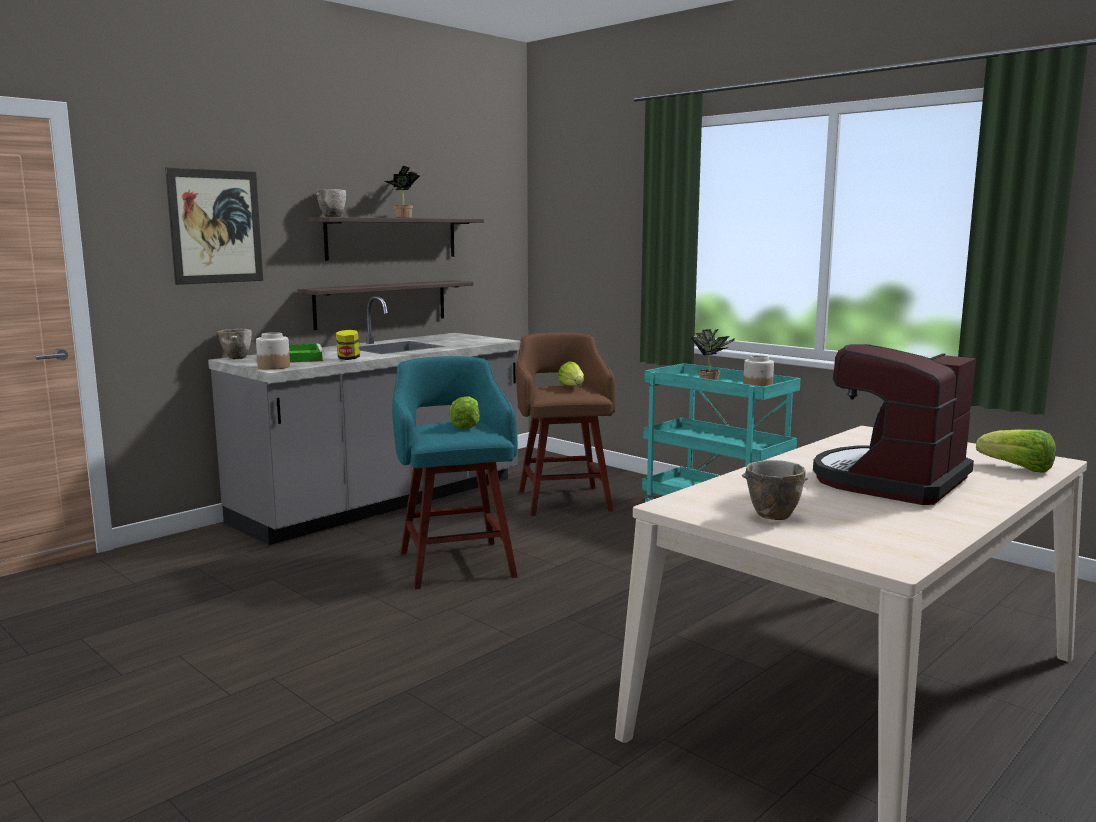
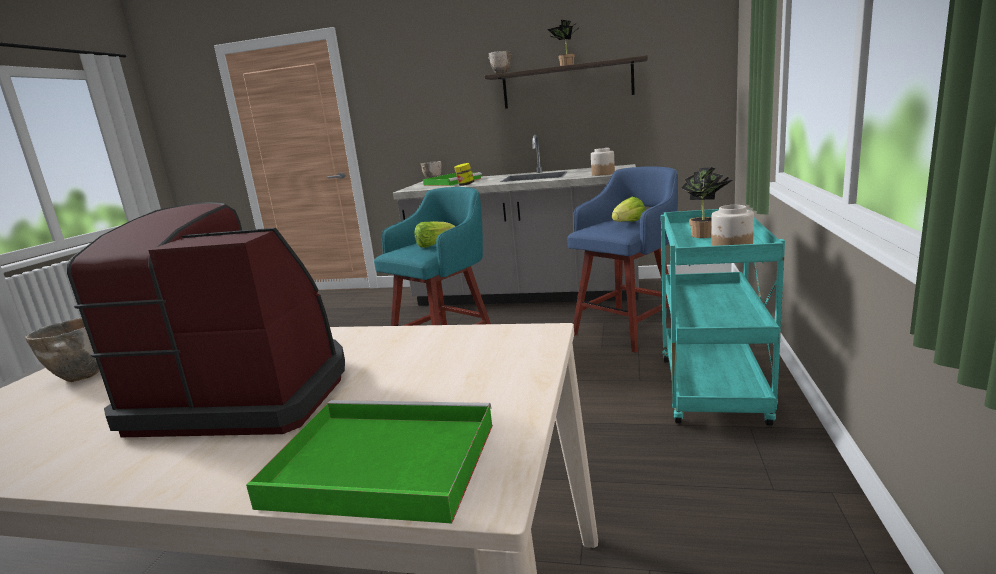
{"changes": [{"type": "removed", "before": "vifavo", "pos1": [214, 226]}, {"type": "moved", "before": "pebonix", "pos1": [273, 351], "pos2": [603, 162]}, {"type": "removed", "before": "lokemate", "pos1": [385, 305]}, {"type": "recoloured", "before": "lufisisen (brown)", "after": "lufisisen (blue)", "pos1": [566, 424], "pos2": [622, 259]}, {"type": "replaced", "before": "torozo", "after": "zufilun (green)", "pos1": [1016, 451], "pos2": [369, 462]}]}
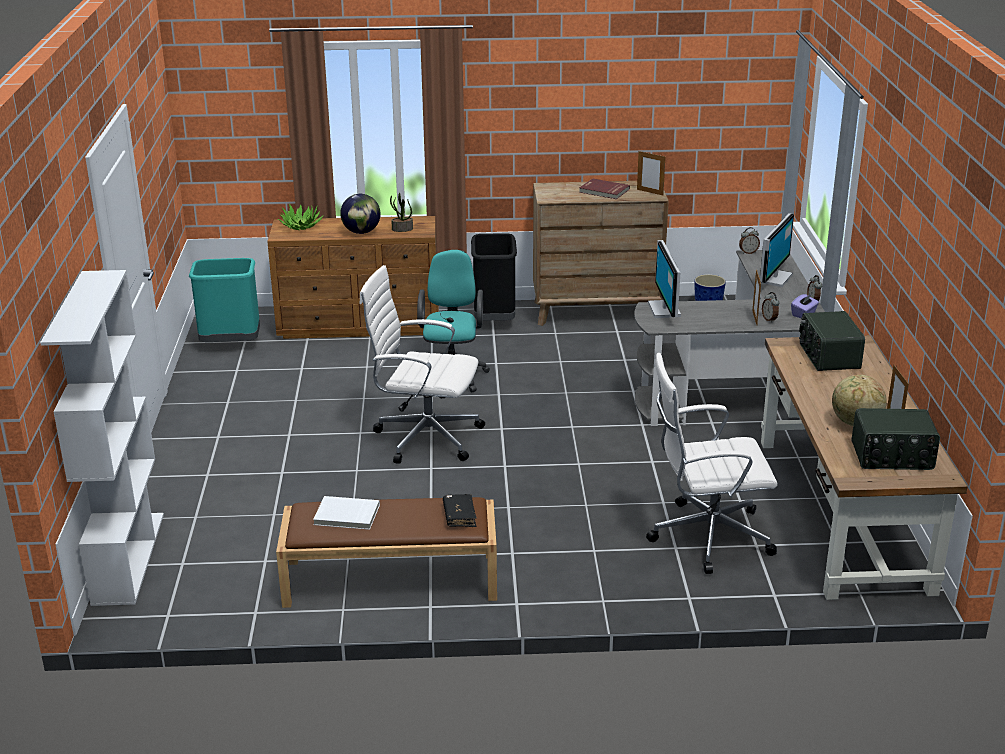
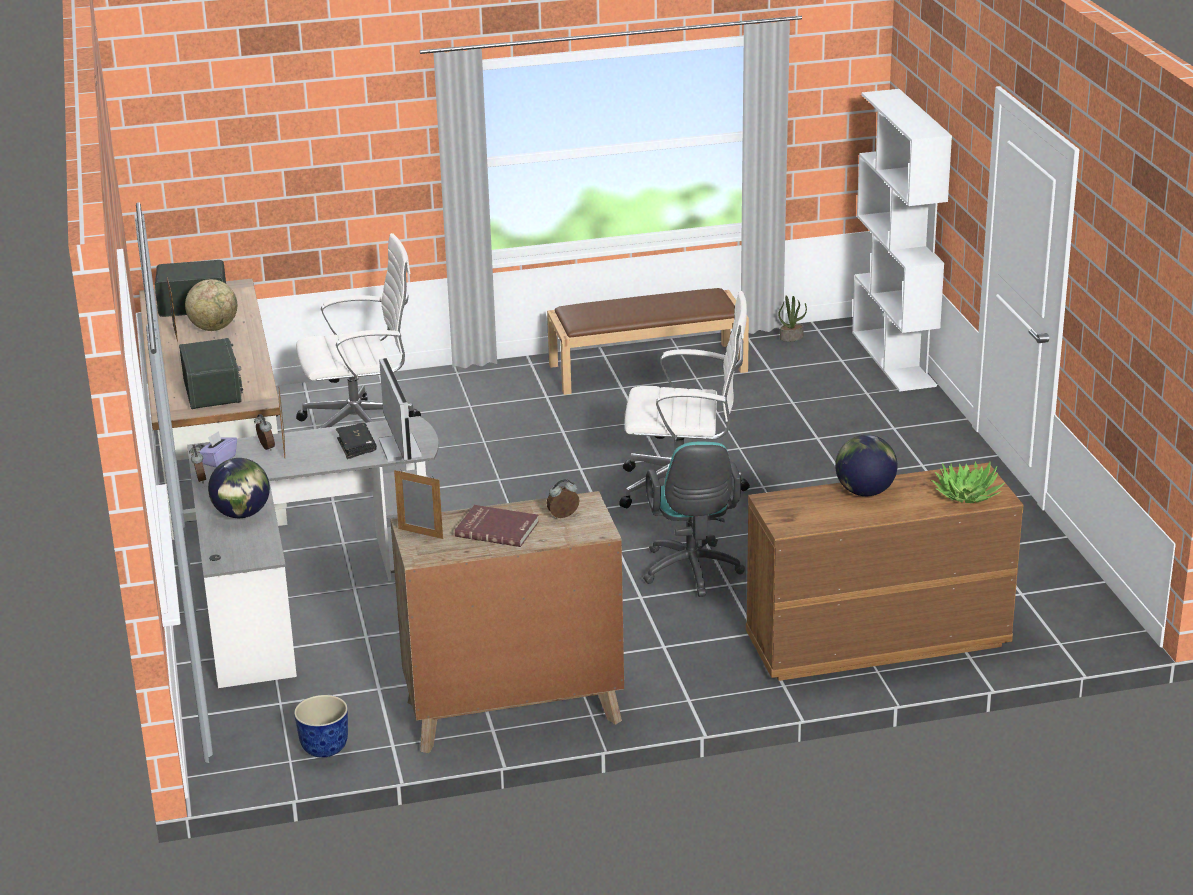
{"changes": [{"type": "removed", "before": "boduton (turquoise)", "pos1": [224, 300]}, {"type": "removed", "before": "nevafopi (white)", "pos1": [346, 513]}, {"type": "moved", "before": "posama", "pos1": [401, 212], "pos2": [792, 318]}, {"type": "moved", "before": "nevafopi (black)", "pos1": [460, 510], "pos2": [356, 441]}, {"type": "removed", "before": "boduton (black)", "pos1": [494, 277]}, {"type": "moved", "before": "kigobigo", "pos1": [749, 240], "pos2": [562, 498]}, {"type": "replaced", "before": "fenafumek", "after": "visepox", "pos1": [777, 250], "pos2": [239, 488]}]}
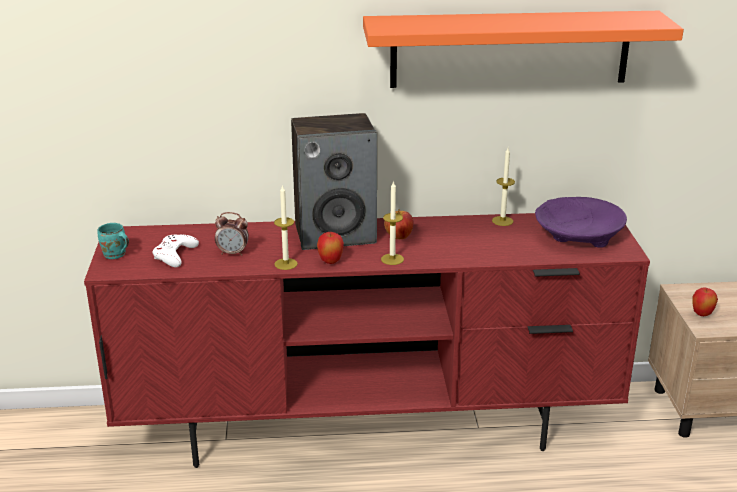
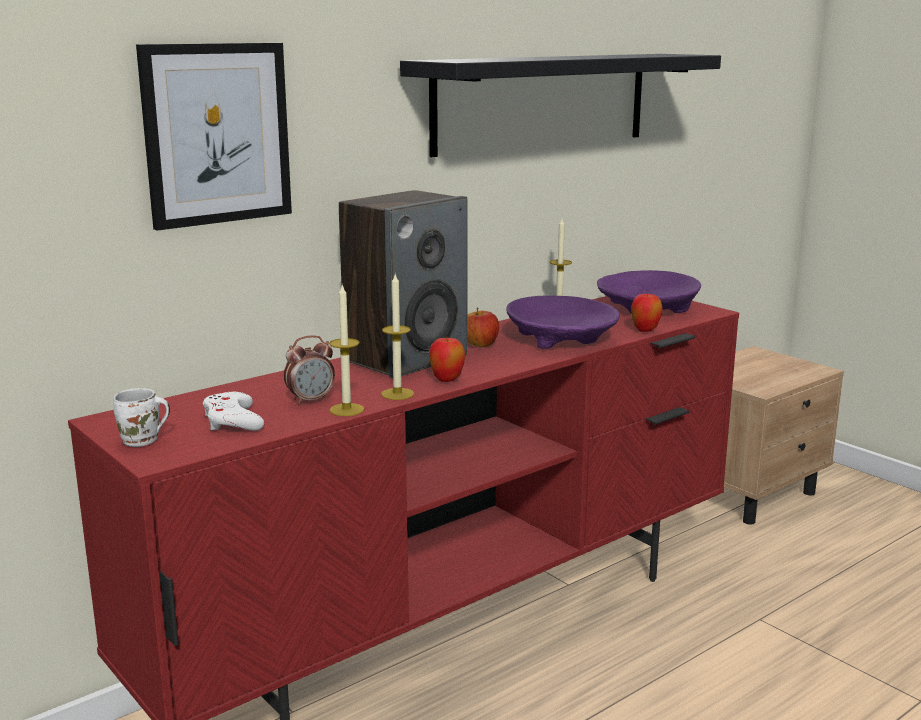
{"changes": [{"type": "recoloured", "before": "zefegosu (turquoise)", "after": "zefegosu (white)", "pos1": [113, 241], "pos2": [141, 417]}, {"type": "recoloured", "before": "lokemate (orange)", "after": "lokemate (black)", "pos1": [523, 49], "pos2": [560, 105]}, {"type": "moved", "before": "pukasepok", "pos1": [392, 222], "pos2": [346, 350]}, {"type": "moved", "before": "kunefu", "pos1": [705, 301], "pos2": [647, 312]}, {"type": "added", "after": "vifavo", "pos2": [214, 137]}, {"type": "added", "after": "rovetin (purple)", "pos2": [562, 322]}]}
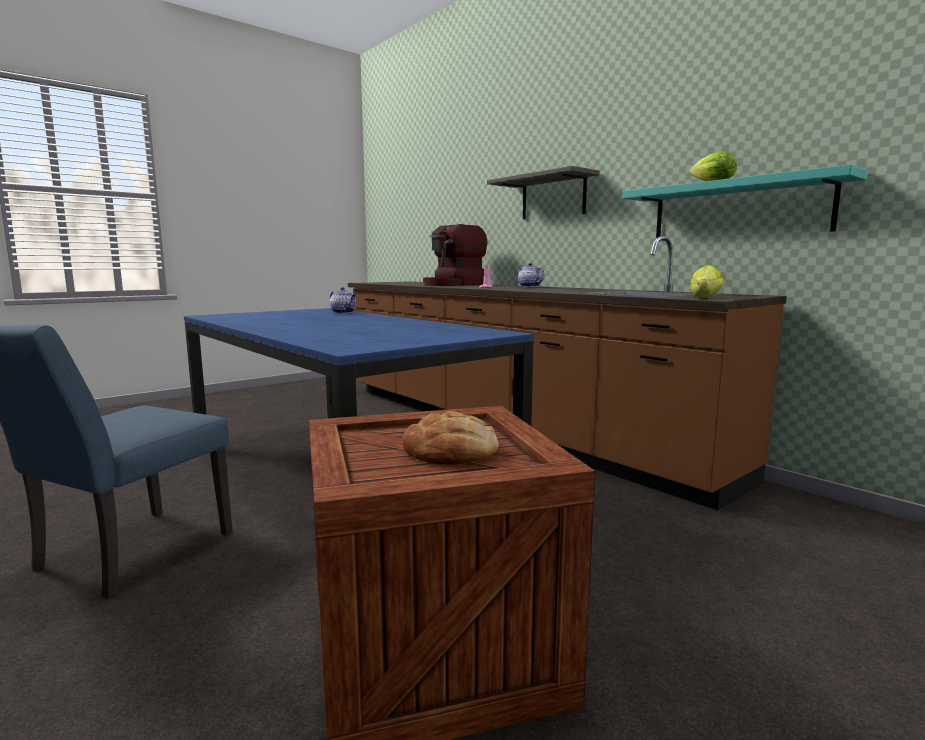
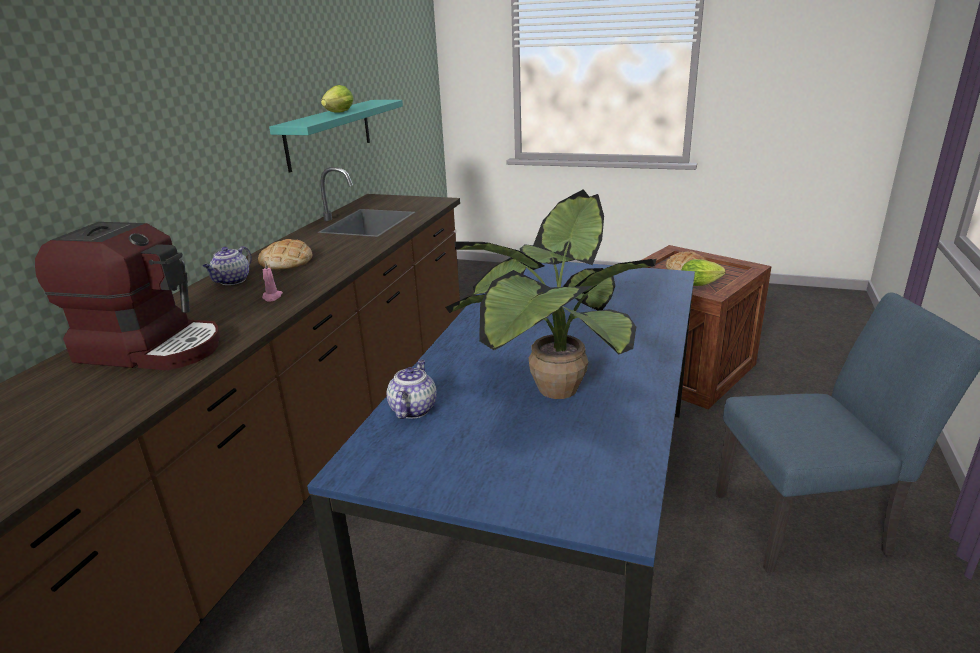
{"changes": [{"type": "removed", "before": "lokemate", "pos1": [543, 192]}, {"type": "moved", "before": "torozo", "pos1": [707, 281], "pos2": [703, 272]}, {"type": "added", "after": "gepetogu", "pos2": [285, 254]}, {"type": "added", "after": "posama", "pos2": [551, 294]}]}
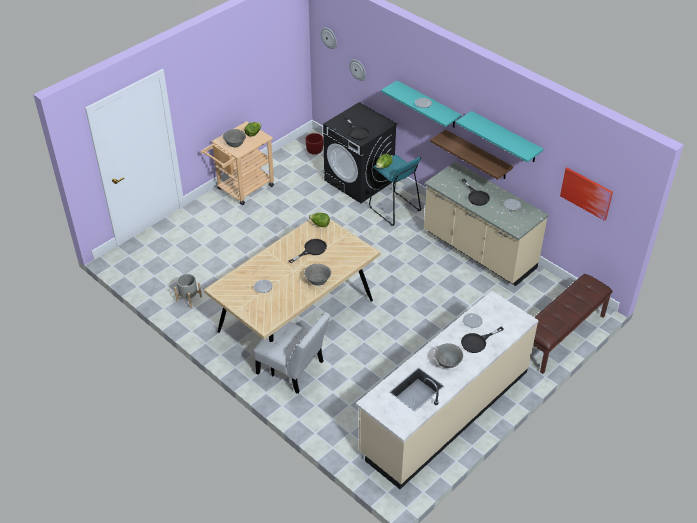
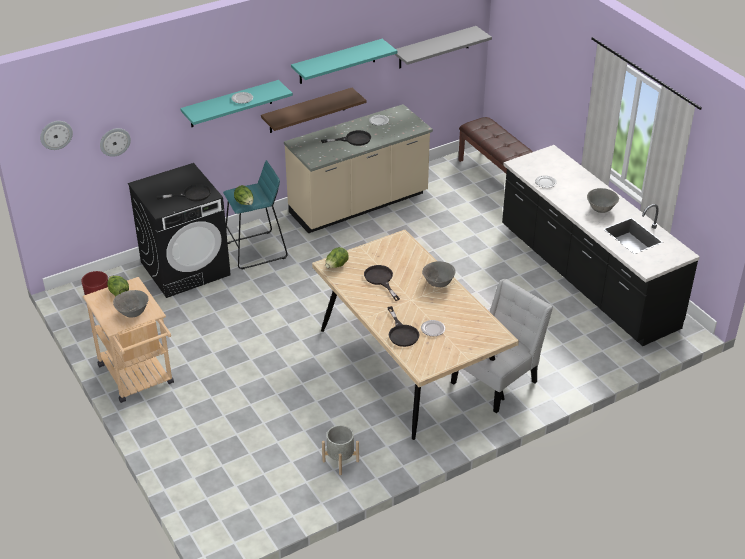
{"changes": [{"type": "recoloured", "before": "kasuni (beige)", "after": "kasuni (black)", "pos1": [447, 390], "pos2": [601, 245]}, {"type": "moved", "before": "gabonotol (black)", "pos1": [482, 340], "pos2": [403, 326]}, {"type": "replaced", "before": "vifavo", "after": "lokemate (grey)", "pos1": [586, 194], "pos2": [443, 47]}]}
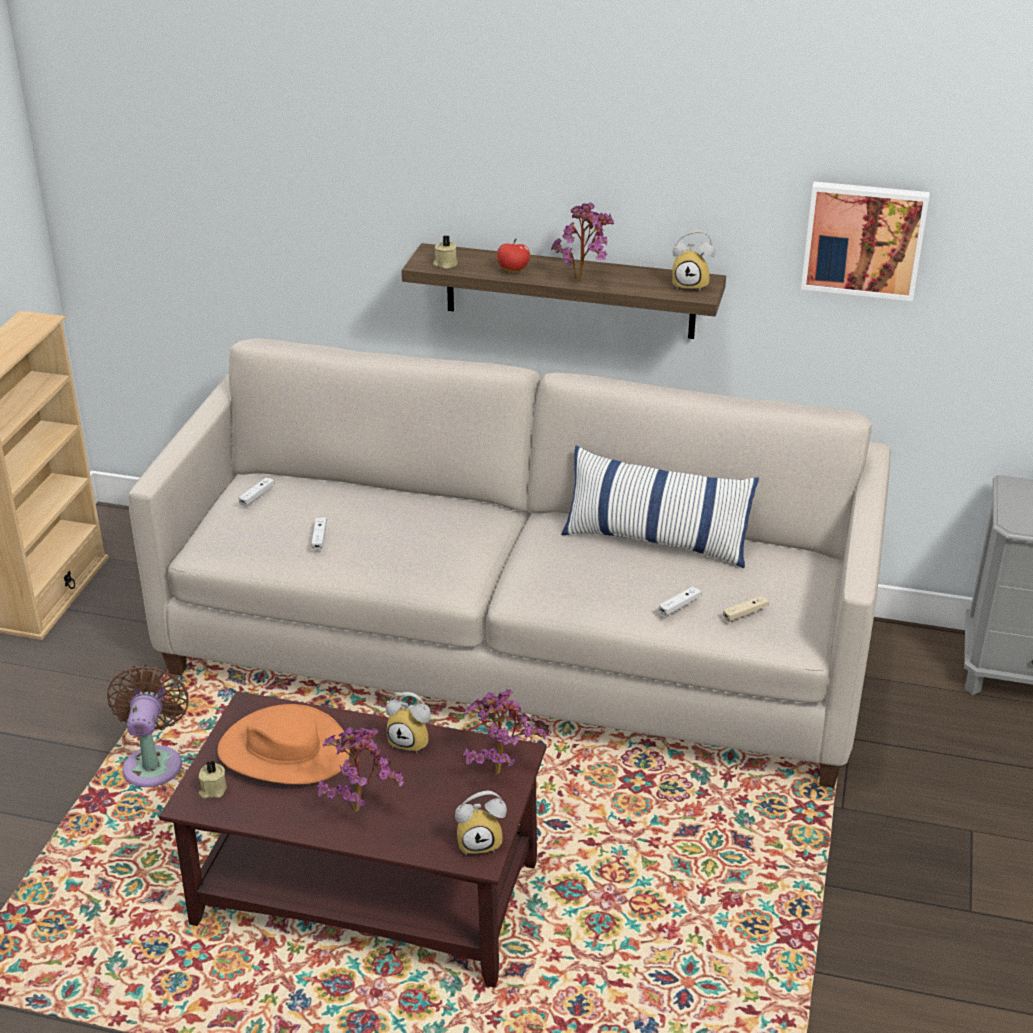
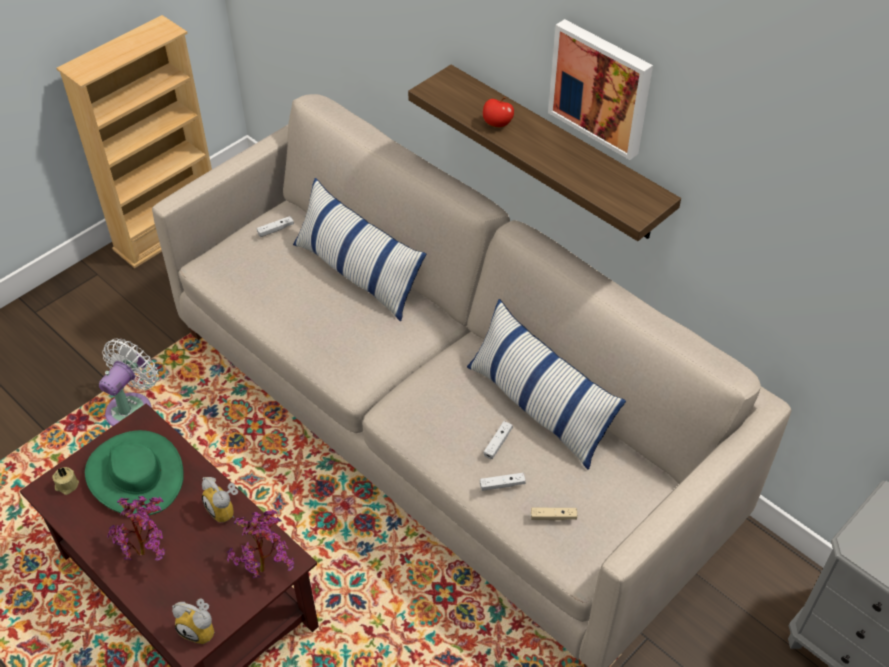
{"changes": [{"type": "recoloured", "before": "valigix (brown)", "after": "valigix (white)", "pos1": [148, 725], "pos2": [128, 382]}, {"type": "recoloured", "before": "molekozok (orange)", "after": "molekozok (green)", "pos1": [283, 744], "pos2": [134, 472]}, {"type": "moved", "before": "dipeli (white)", "pos1": [319, 534], "pos2": [498, 440]}, {"type": "removed", "before": "pukasepok (beige)", "pos1": [445, 252]}, {"type": "removed", "before": "posama", "pos1": [582, 241]}, {"type": "removed", "before": "kigobigo", "pos1": [694, 261]}, {"type": "moved", "before": "vifavo", "pos1": [865, 241], "pos2": [600, 89]}, {"type": "added", "after": "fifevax", "pos2": [359, 249]}]}
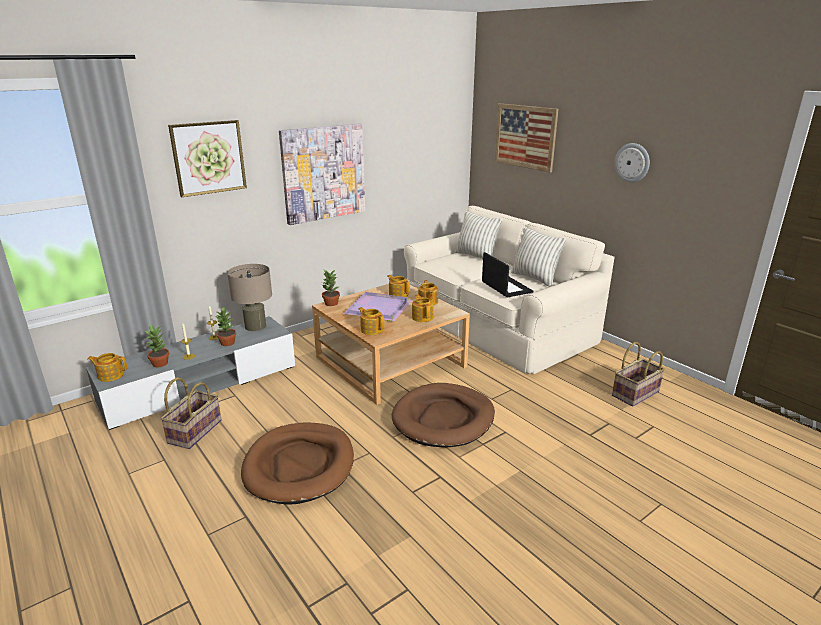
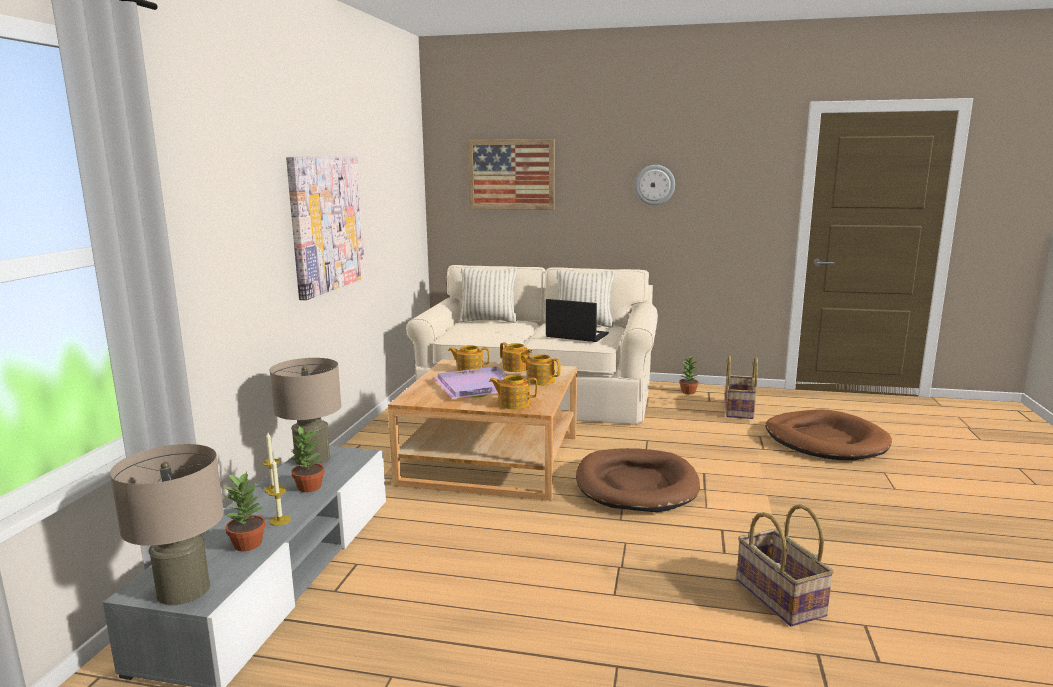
{"changes": [{"type": "replaced", "before": "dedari", "after": "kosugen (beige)", "pos1": [107, 367], "pos2": [167, 524]}, {"type": "moved", "before": "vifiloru", "pos1": [190, 413], "pos2": [785, 565]}, {"type": "removed", "before": "vifavo", "pos1": [207, 158]}, {"type": "moved", "before": "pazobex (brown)", "pos1": [297, 463], "pos2": [828, 435]}, {"type": "moved", "before": "posama", "pos1": [331, 288], "pos2": [689, 375]}]}
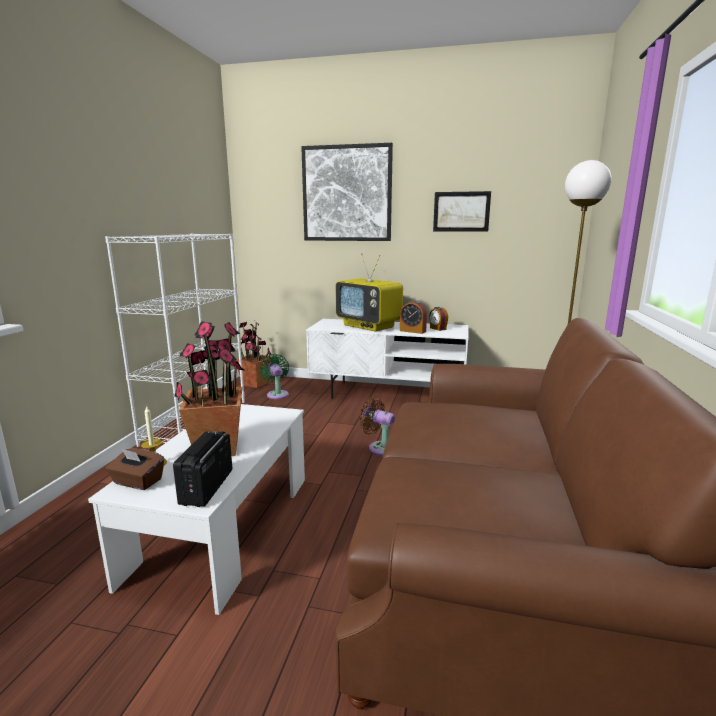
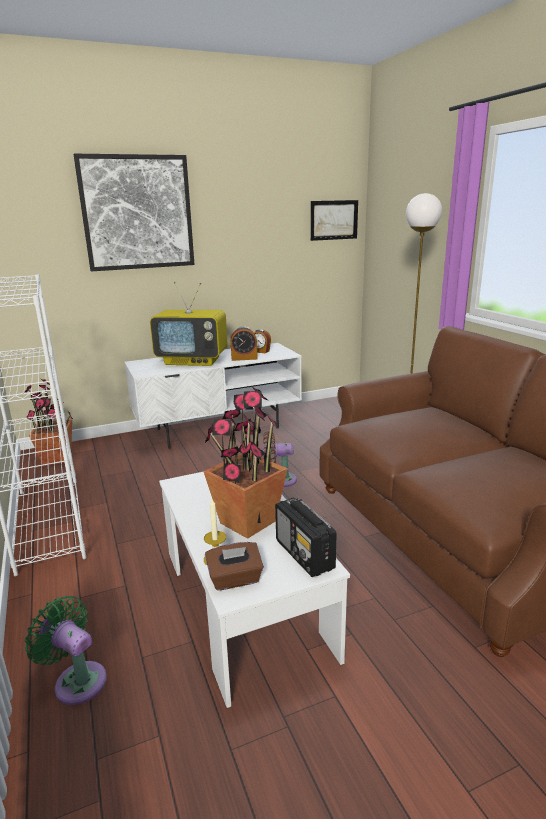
{"changes": [{"type": "moved", "before": "valigix (green)", "pos1": [274, 376], "pos2": [66, 650]}, {"type": "moved", "before": "vifavo", "pos1": [462, 211], "pos2": [334, 220]}]}
